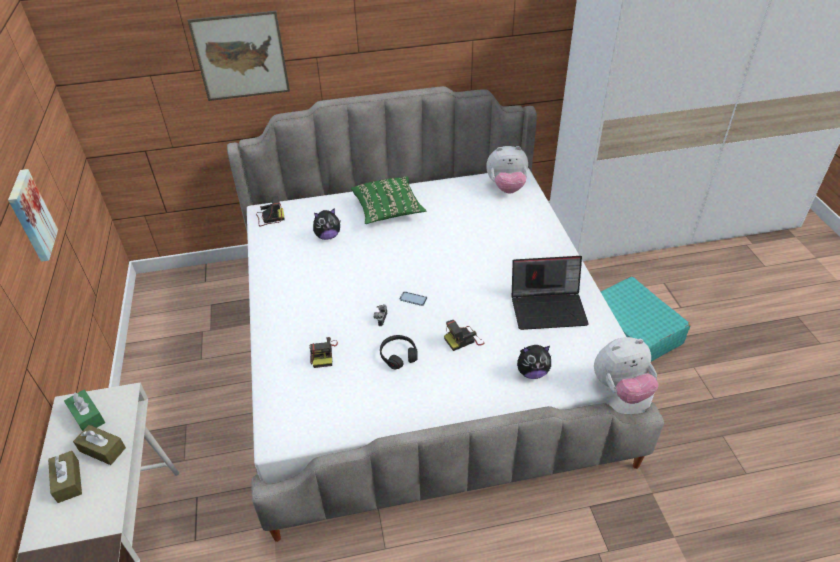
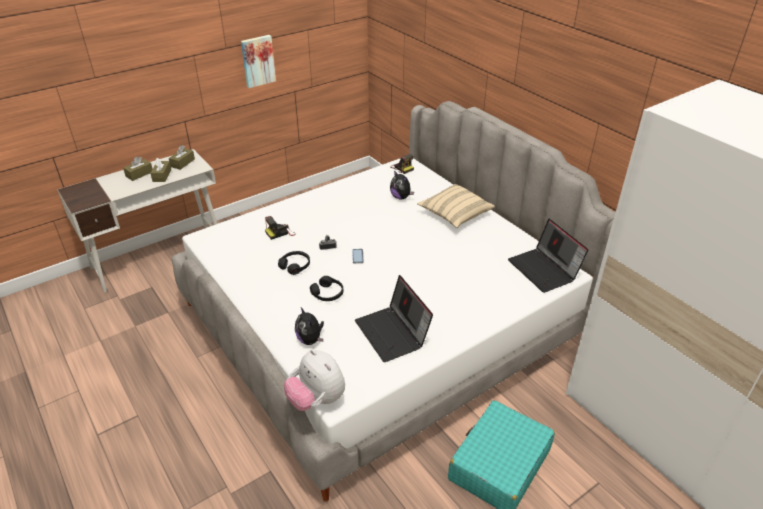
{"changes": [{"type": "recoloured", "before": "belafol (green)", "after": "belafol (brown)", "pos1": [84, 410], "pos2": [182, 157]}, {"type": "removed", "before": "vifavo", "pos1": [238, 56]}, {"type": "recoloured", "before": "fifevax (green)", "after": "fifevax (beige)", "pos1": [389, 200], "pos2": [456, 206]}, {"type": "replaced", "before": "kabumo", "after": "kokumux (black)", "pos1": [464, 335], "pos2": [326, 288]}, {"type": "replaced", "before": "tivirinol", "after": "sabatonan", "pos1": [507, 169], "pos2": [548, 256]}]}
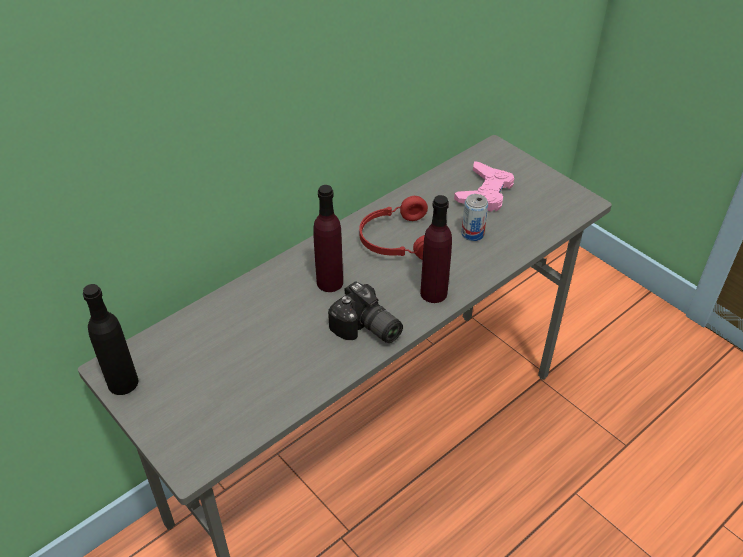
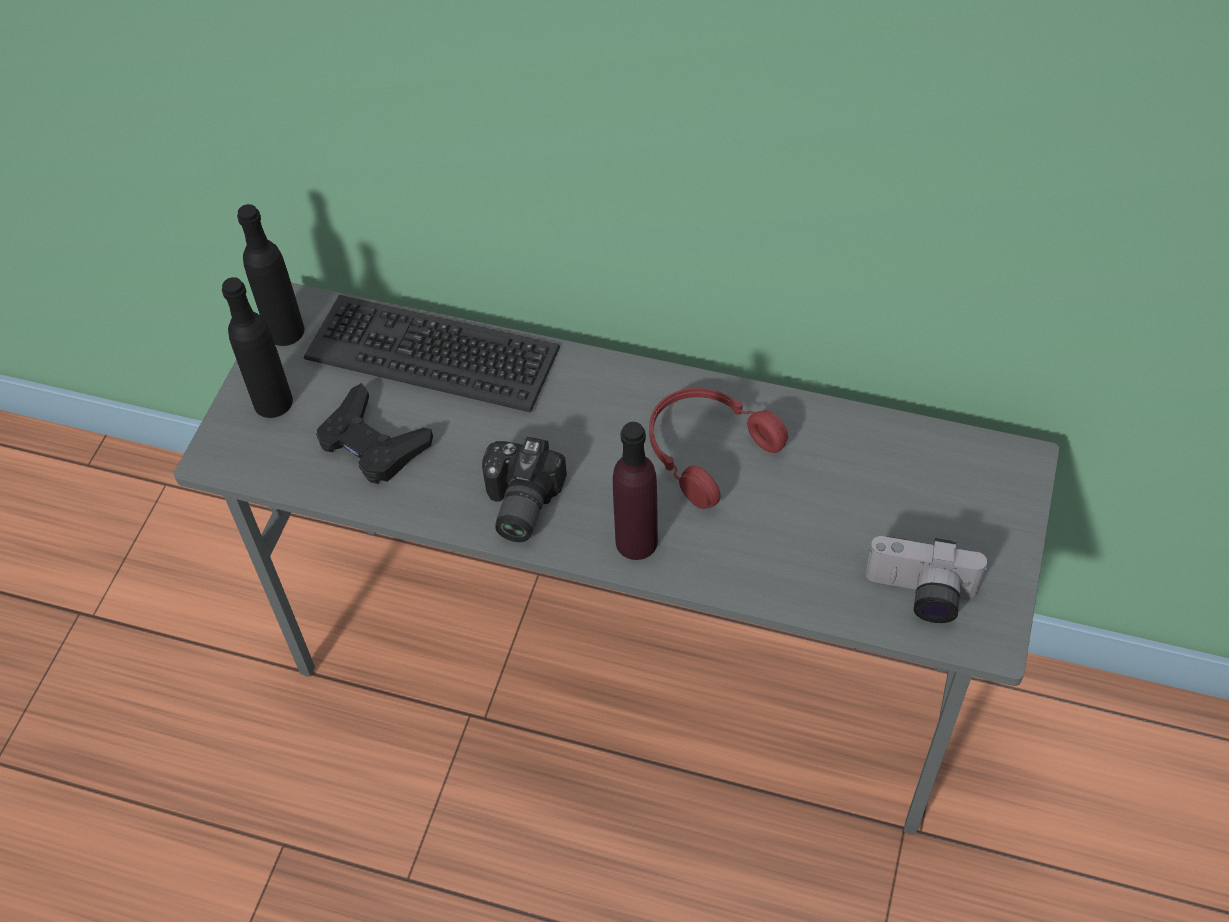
{"changes": [{"type": "removed", "before": "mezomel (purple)", "pos1": [328, 238]}, {"type": "removed", "before": "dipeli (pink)", "pos1": [484, 186]}, {"type": "removed", "before": "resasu", "pos1": [474, 217]}, {"type": "added", "after": "mezomel (black)", "pos2": [257, 347]}, {"type": "added", "after": "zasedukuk", "pos2": [432, 354]}, {"type": "added", "after": "dipeli (black)", "pos2": [374, 433]}, {"type": "added", "after": "kabumo", "pos2": [926, 579]}]}
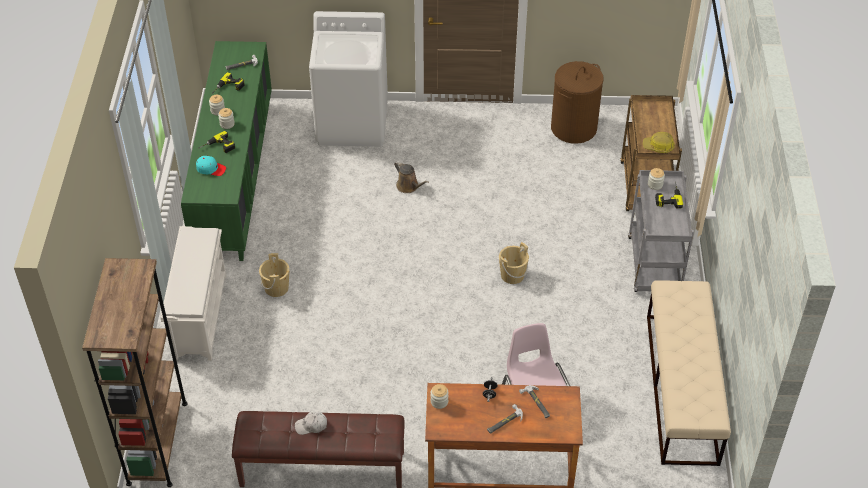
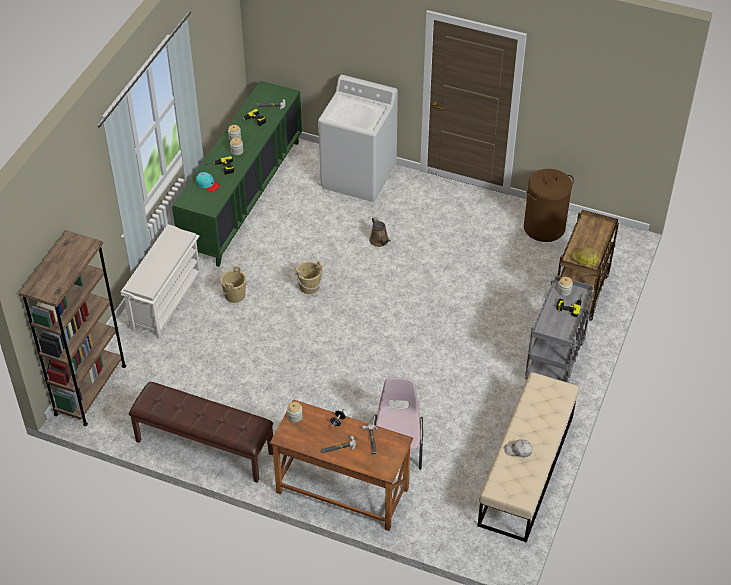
{"changes": [{"type": "moved", "before": "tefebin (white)", "pos1": [311, 423], "pos2": [519, 448]}, {"type": "moved", "before": "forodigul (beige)", "pos1": [514, 263], "pos2": [309, 277]}]}
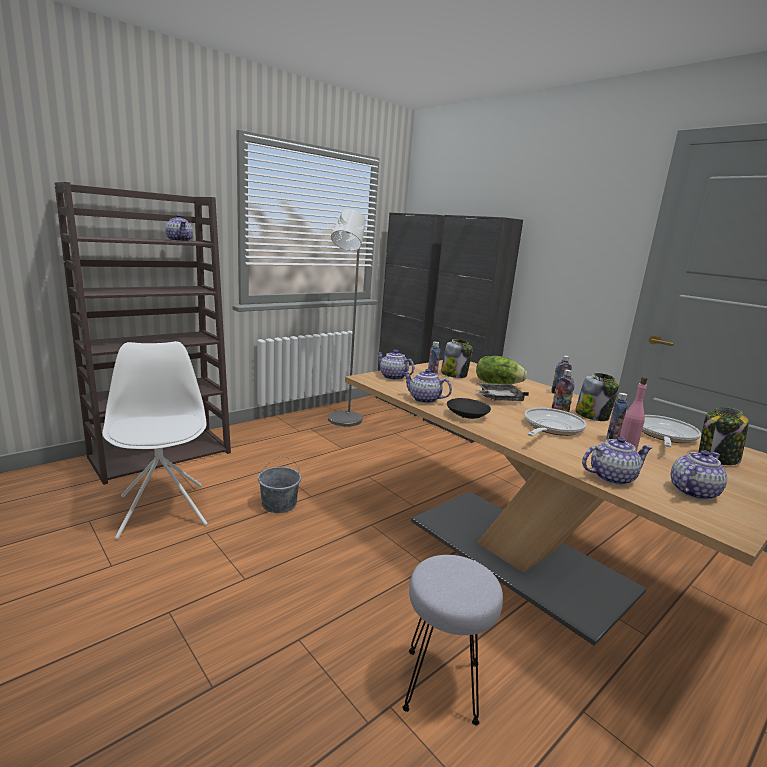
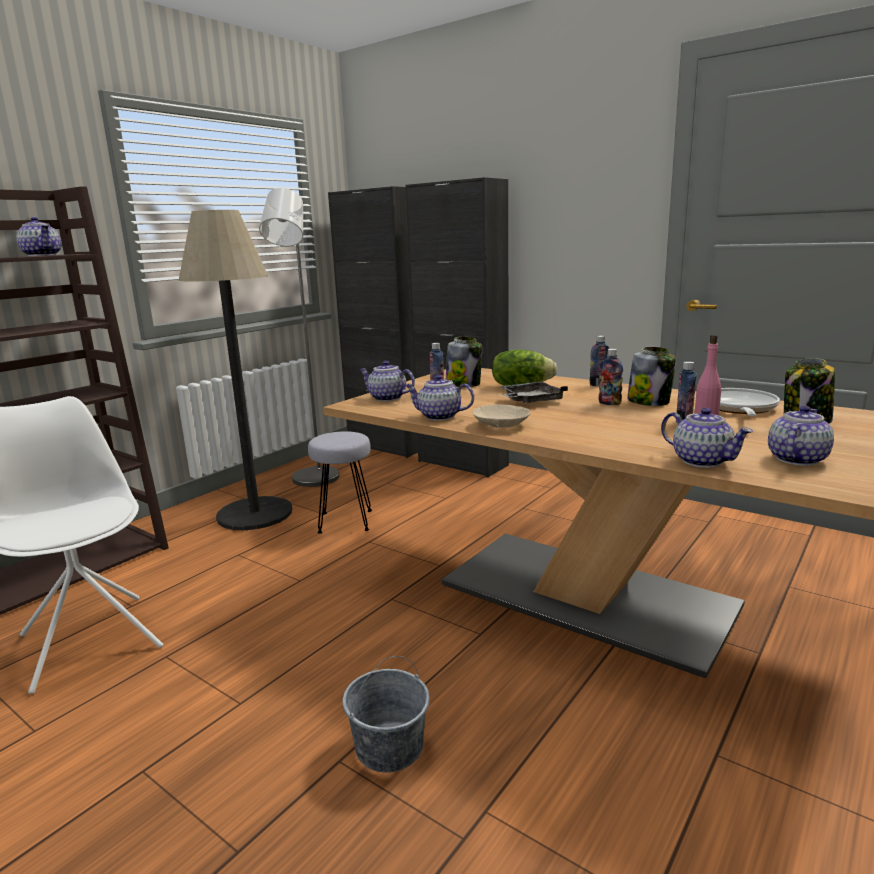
{"changes": [{"type": "moved", "before": "forodigul (grey)", "pos1": [279, 484], "pos2": [386, 714]}, {"type": "moved", "before": "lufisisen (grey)", "pos1": [452, 640], "pos2": [340, 482]}, {"type": "recoloured", "before": "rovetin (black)", "after": "rovetin (beige)", "pos1": [469, 408], "pos2": [501, 416]}, {"type": "removed", "before": "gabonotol", "pos1": [555, 422]}, {"type": "turned", "before": "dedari", "pos1": [617, 461], "pos2": [707, 438], "turn": 75}, {"type": "added", "after": "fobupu", "pos2": [236, 370]}]}
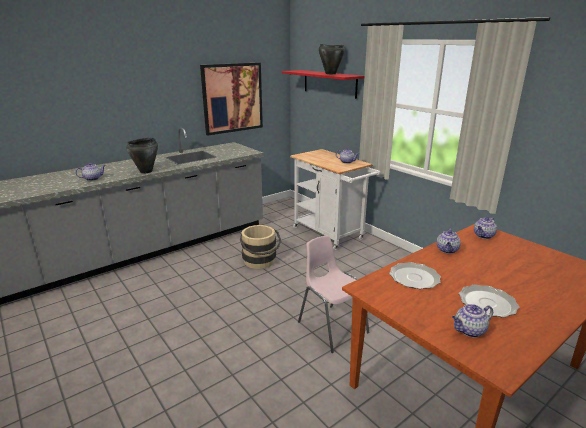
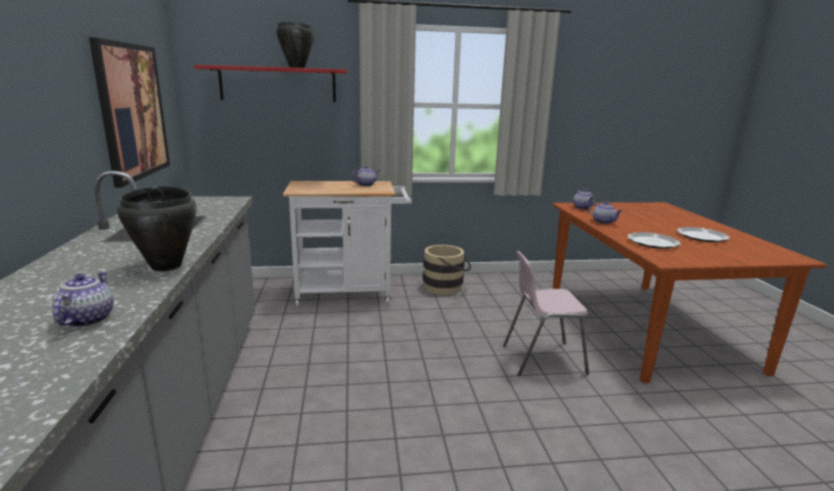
{"changes": [{"type": "moved", "before": "forodigul (beige)", "pos1": [260, 247], "pos2": [447, 270]}, {"type": "removed", "before": "dedari", "pos1": [472, 321]}]}
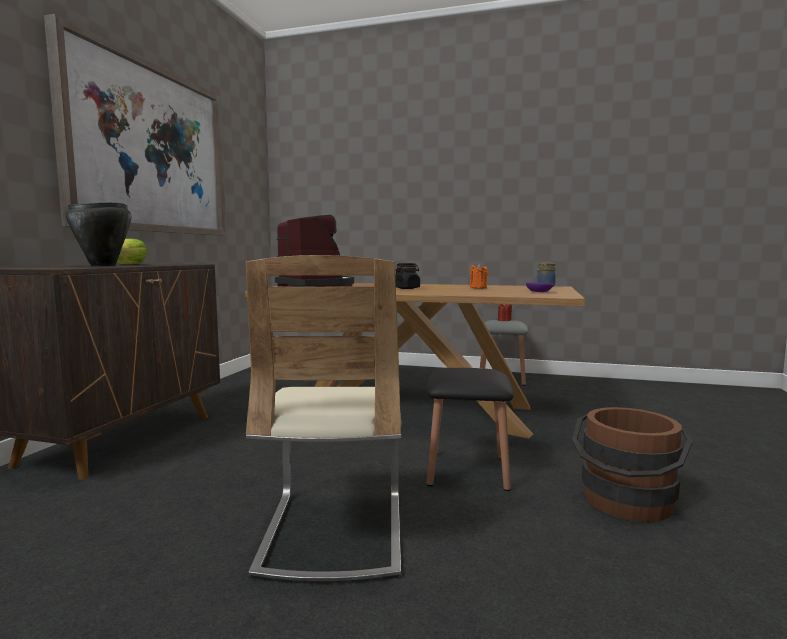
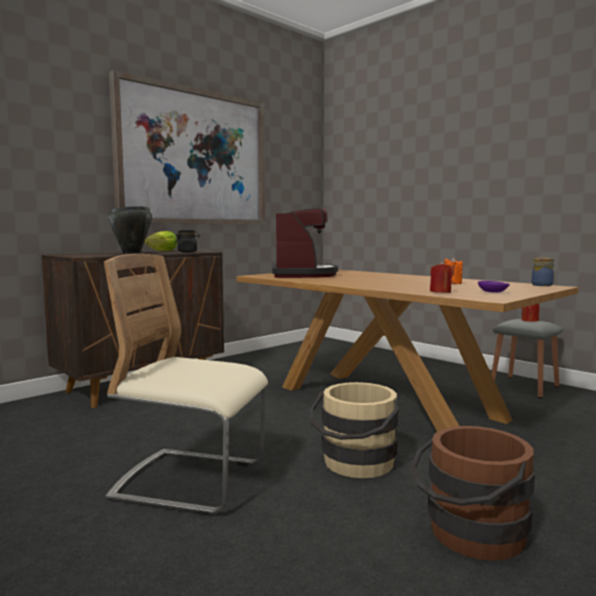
{"changes": [{"type": "turned", "before": "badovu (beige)", "pos1": [323, 418], "pos2": [186, 384], "turn": 75}, {"type": "moved", "before": "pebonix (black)", "pos1": [407, 276], "pos2": [187, 241]}, {"type": "replaced", "before": "lufisisen (black)", "after": "forodigul (beige)", "pos1": [470, 429], "pos2": [354, 430]}, {"type": "added", "after": "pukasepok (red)", "pos2": [441, 277]}]}
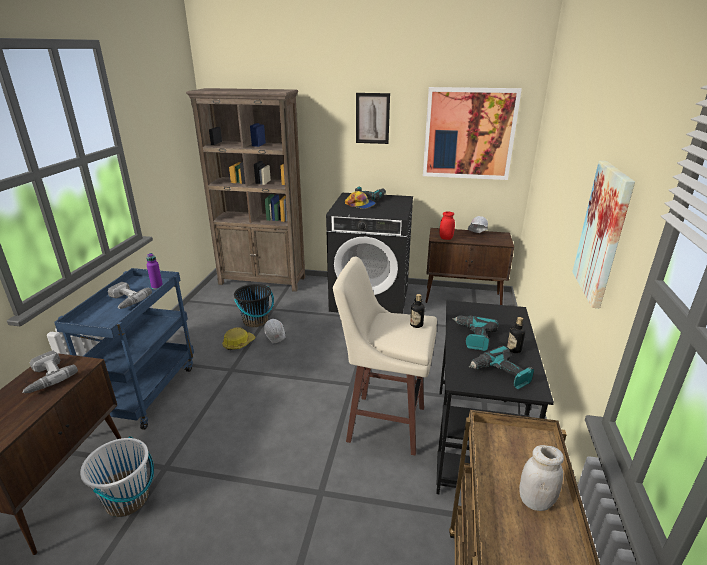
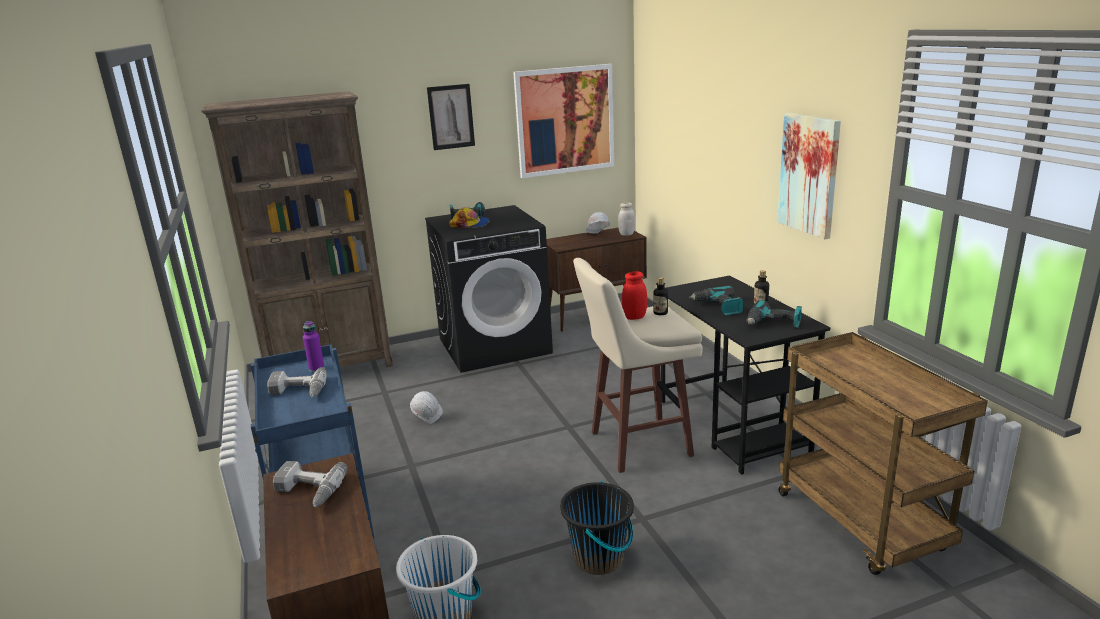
{"changes": [{"type": "removed", "before": "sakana", "pos1": [239, 338]}, {"type": "moved", "before": "forodigul (black)", "pos1": [254, 305], "pos2": [597, 528]}, {"type": "moved", "before": "pebonix (red)", "pos1": [447, 226], "pos2": [634, 295]}, {"type": "moved", "before": "pebonix (white)", "pos1": [541, 478], "pos2": [626, 219]}]}
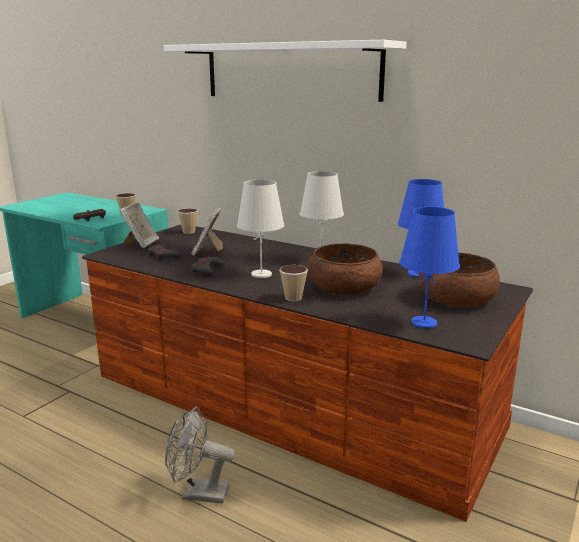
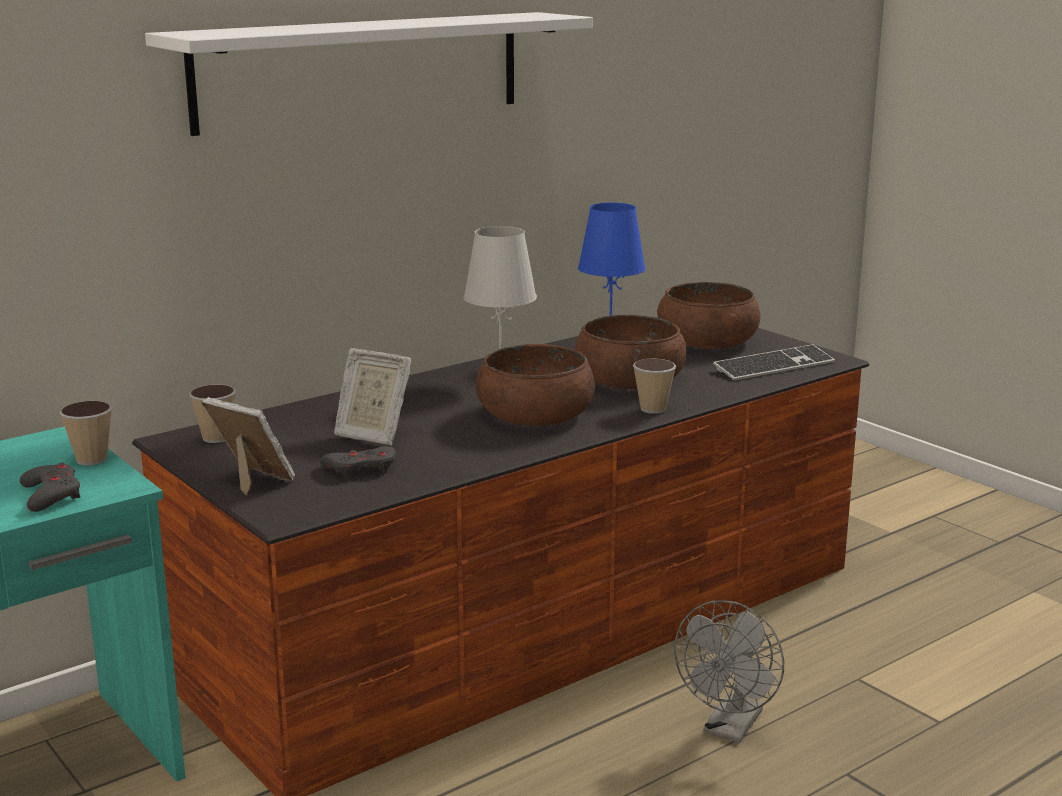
{"changes": [{"type": "removed", "before": "dipeli (grey)", "pos1": [208, 267]}, {"type": "replaced", "before": "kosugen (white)", "after": "rovetin (brown)", "pos1": [260, 228], "pos2": [535, 385]}, {"type": "replaced", "before": "kosugen (blue)", "after": "zasedukuk", "pos1": [429, 268], "pos2": [774, 362]}]}
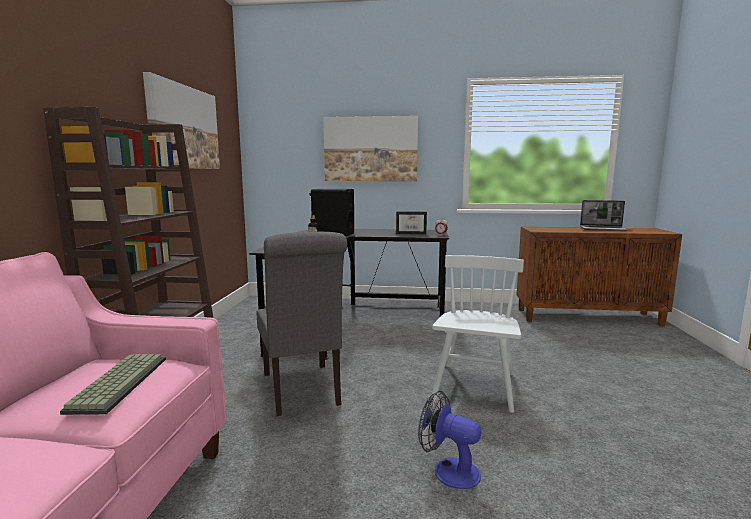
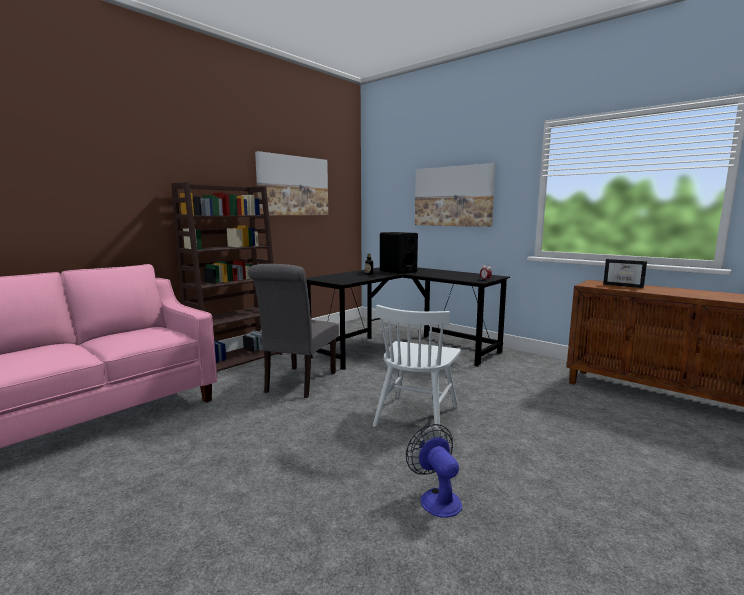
{"changes": [{"type": "removed", "before": "zasedukuk", "pos1": [113, 384]}, {"type": "moved", "before": "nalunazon", "pos1": [411, 223], "pos2": [625, 273]}, {"type": "moved", "before": "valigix", "pos1": [449, 439], "pos2": [434, 471]}, {"type": "turned", "before": "badovu (white)", "pos1": [477, 334], "pos2": [417, 367], "turn": 150}, {"type": "removed", "before": "sabatonan", "pos1": [604, 215]}]}
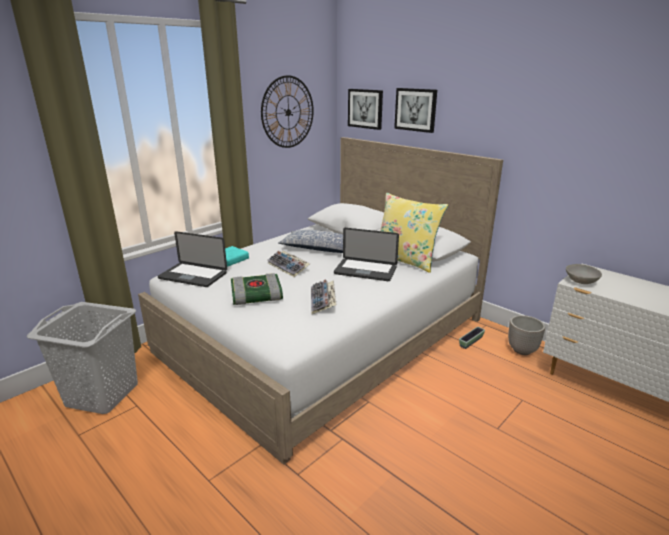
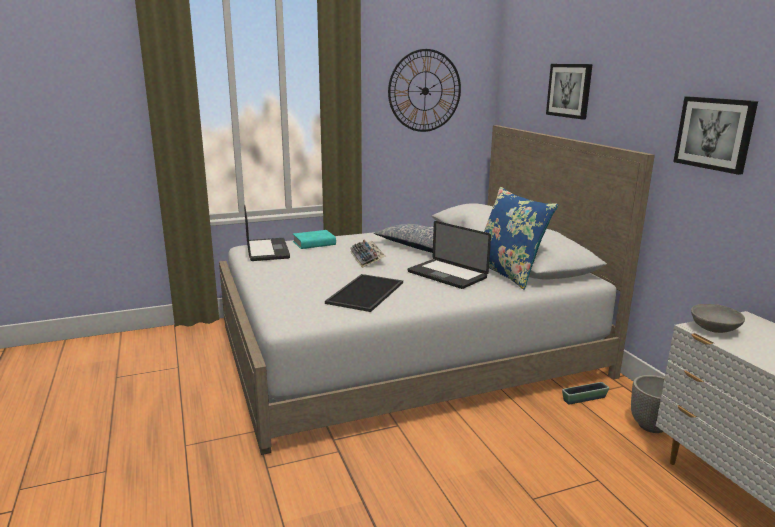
{"changes": [{"type": "removed", "before": "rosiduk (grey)", "pos1": [82, 358]}, {"type": "turned", "before": "sabatonan", "pos1": [192, 259], "pos2": [267, 233], "turn": -150}, {"type": "removed", "before": "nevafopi", "pos1": [257, 289]}, {"type": "replaced", "before": "zasedukuk", "after": "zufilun", "pos1": [323, 297], "pos2": [364, 293]}, {"type": "moved", "before": "vifavo", "pos1": [365, 109], "pos2": [715, 136]}, {"type": "recoloured", "before": "fifevax (yellow)", "after": "fifevax (blue)", "pos1": [414, 233], "pos2": [521, 238]}]}
